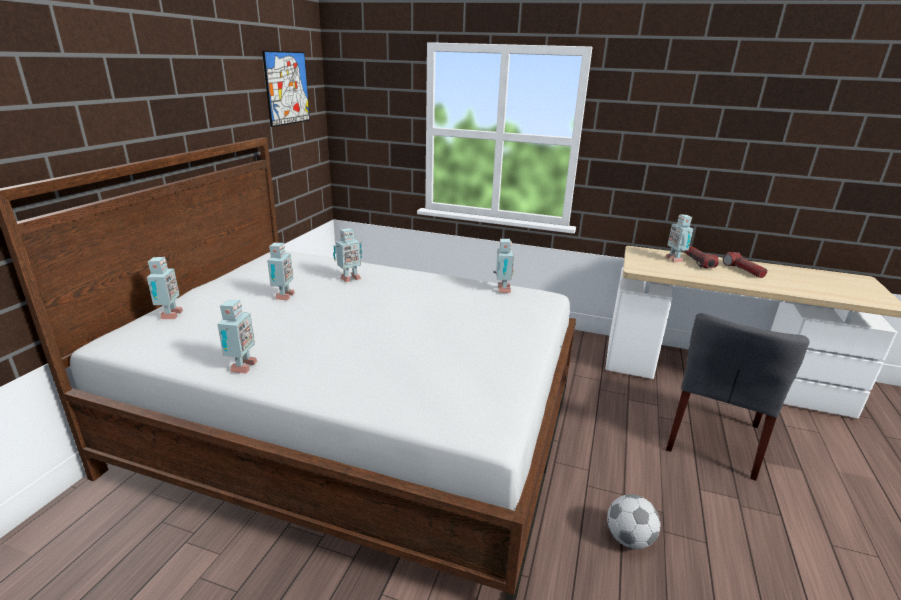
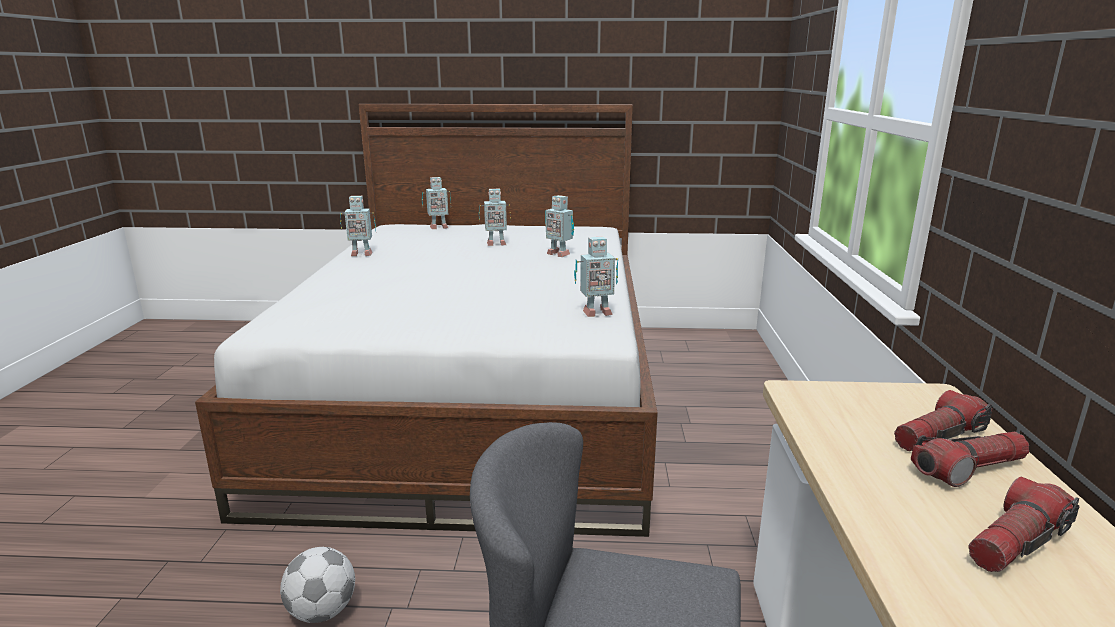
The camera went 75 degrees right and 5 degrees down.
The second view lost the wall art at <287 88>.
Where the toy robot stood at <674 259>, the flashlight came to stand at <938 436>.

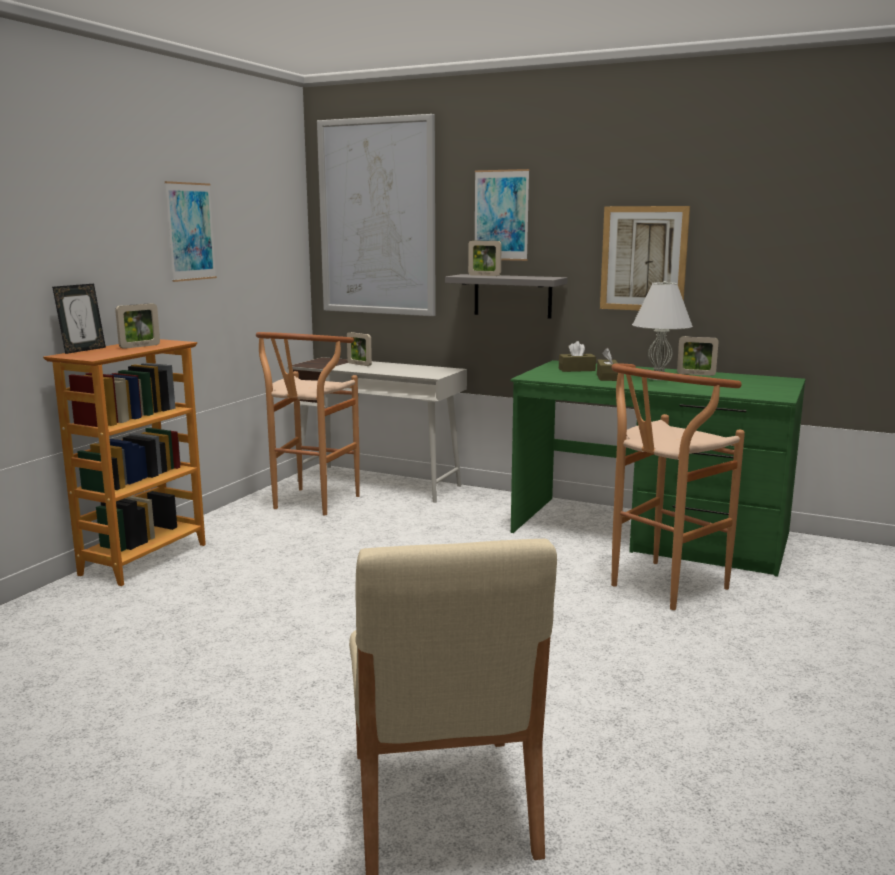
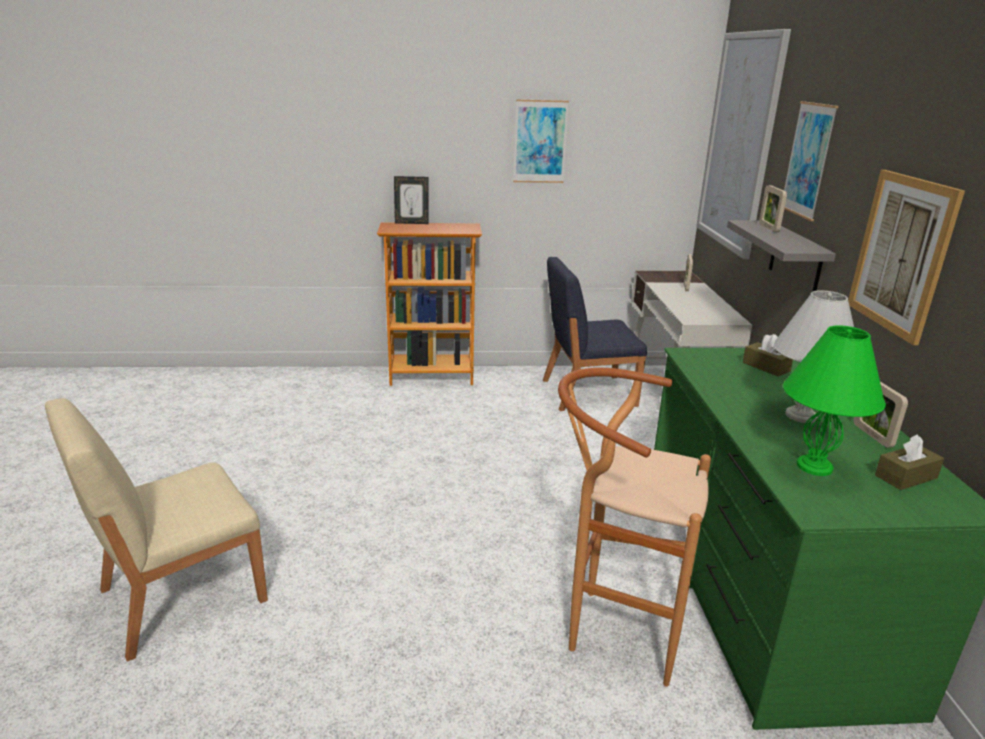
The camera went 60 degrees right and 10 degrees up.
The second view lost the standing frame at <140 346>.
Where the brown-coloured stool seat stood at <310 504>, the blue upright chair came to stand at <587 392>.
The brown-coloured tissue holder ended up elsewhere, having gone from <607 377> to <905 476>.
The second view gained the green-coloured lamp for a table at <813 466>.

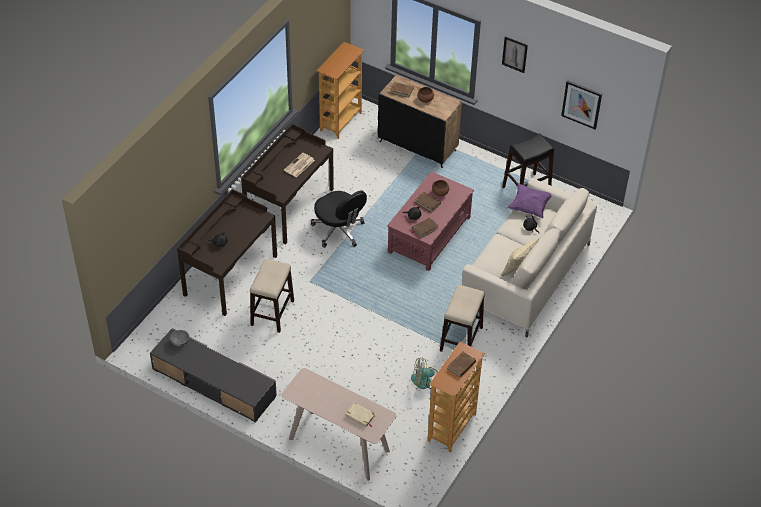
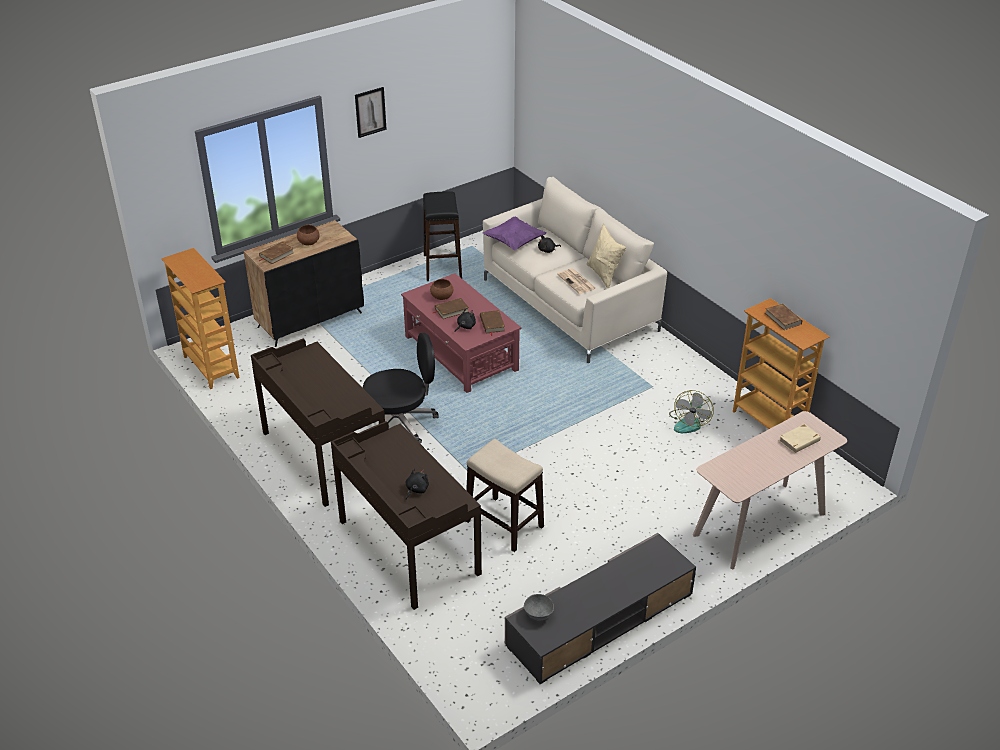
The camera went 65 degrees left and 10 degrees down.
The newspaper ended up elsewhere, having gone from <299 165> to <577 282>.
The second view lost the stool seat at <461 339>.
The second view lost the wall art at <581 104>.

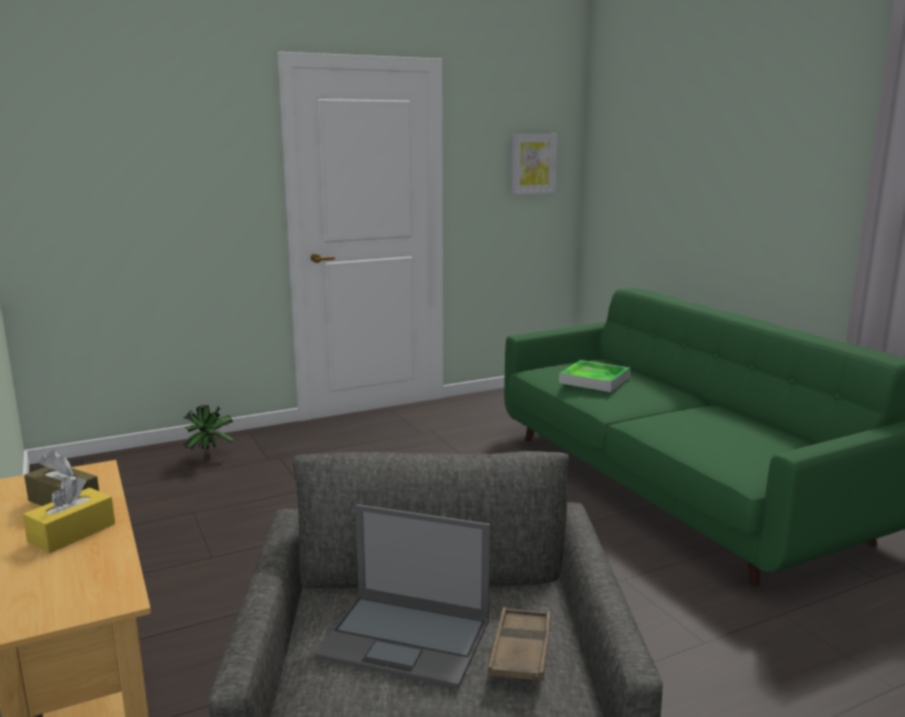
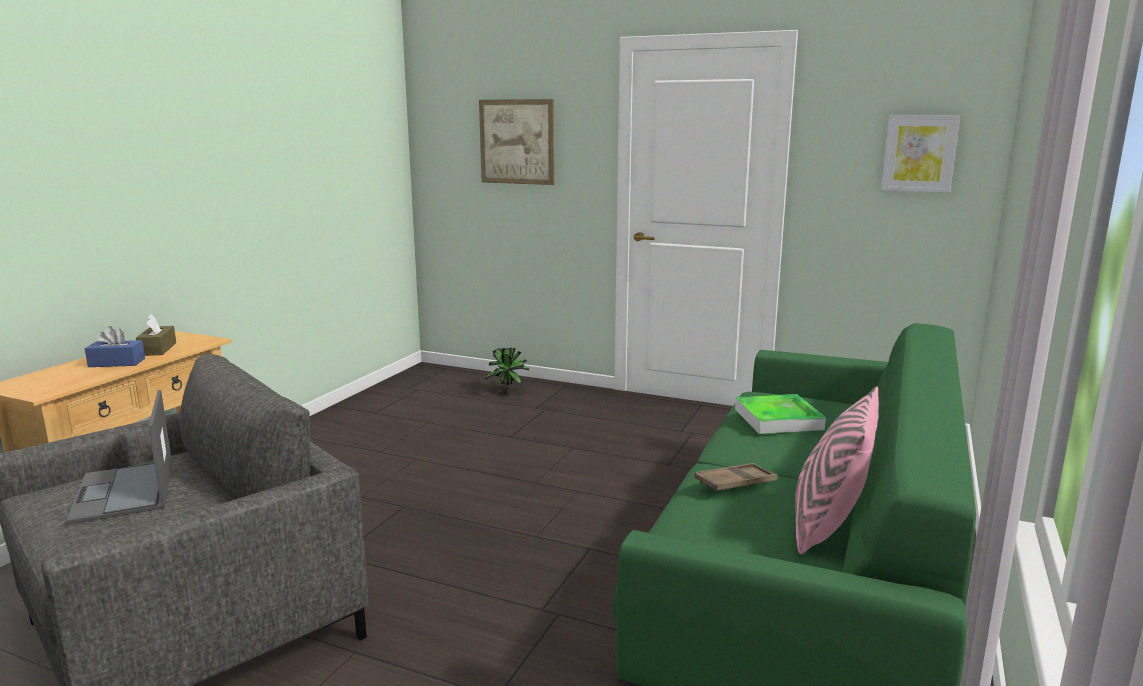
The camera went 50 degrees right and 0 degrees up.
What was the yellow-coloured tissue holder at <72 533> turned into the blue tissue holder at <117 363>.
The brown-coloured serving tray ended up elsewhere, having gone from <521 651> to <735 483>.
The second view gained the wall art at <517 142>.
The second view gained the pink-coloured throw pillow at <828 527>.

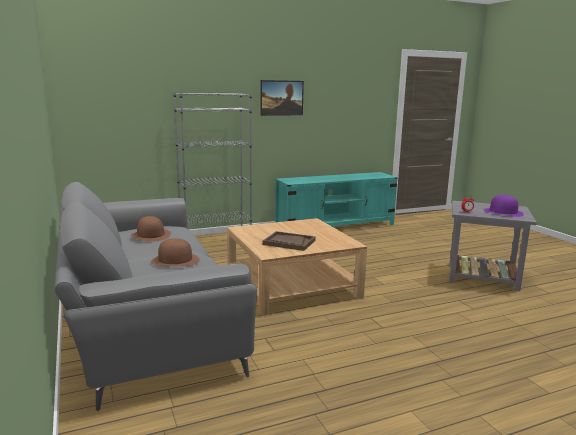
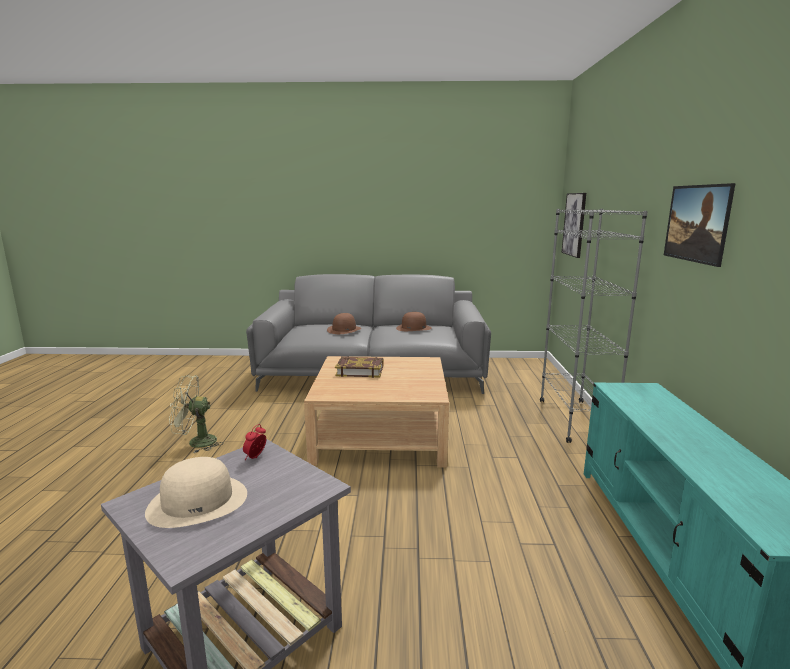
The camera went 115 degrees right and 0 degrees up.
Where the brown-coloured serving tray stood at <289 242>, the bound book came to stand at <360 370>.
What was the purplish clothing hat at <503 212> turned into the sand-coloured clothing hat at <198 501>.
The second view gained the green-coloured electric fan at <196 443>.
The second view gained the wall art at <574 224>.

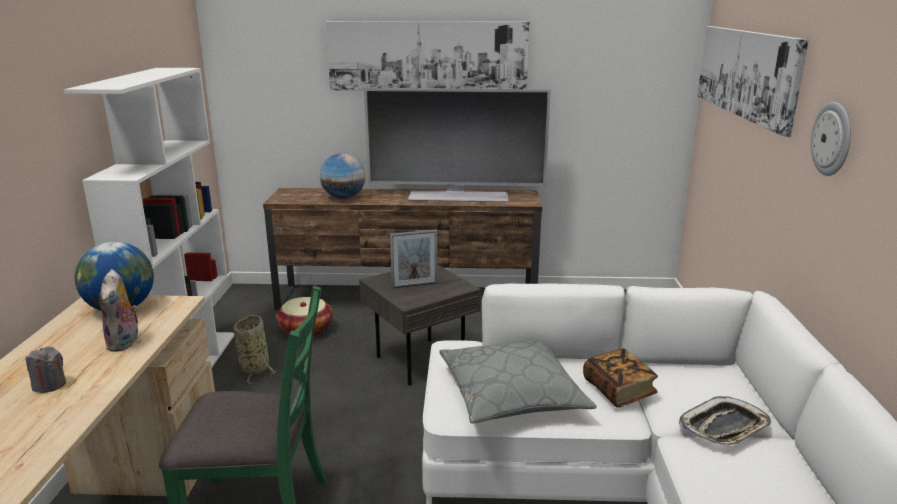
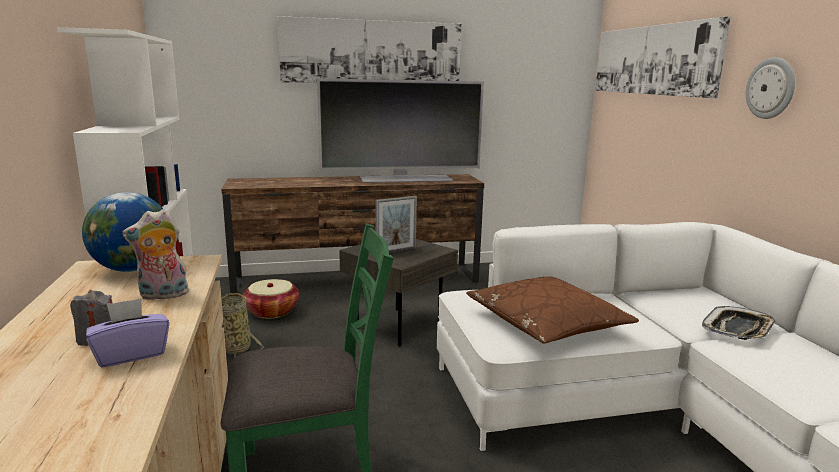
The camera went 15 degrees left and 5 degrees down.
The plush toy at <125 343> ended up facing another way, 90 degrees clockwise from before.
The second view lost the globe at <343 198>.
What was the greyish throw pillow at <511 394> turned into the brown-coloured throw pillow at <546 323>.
The second view lost the bound book at <618 390>.
The second view gained the purplish tissue holder at <131 354>.

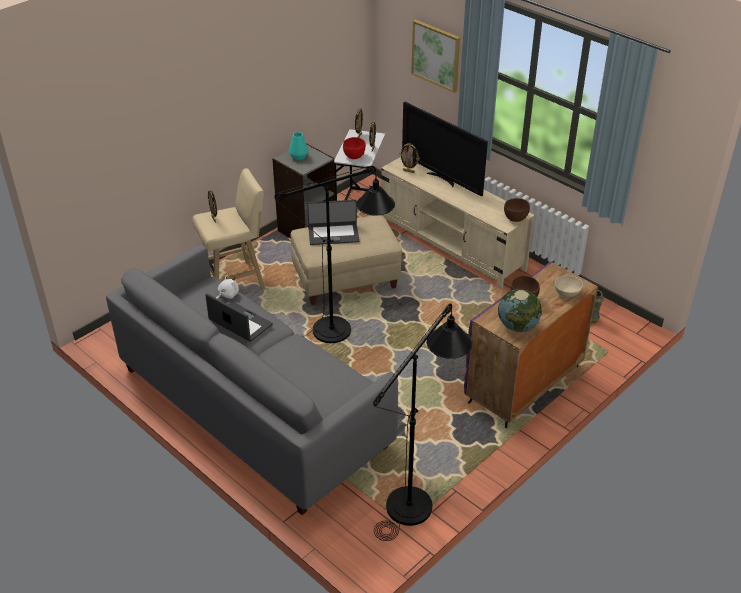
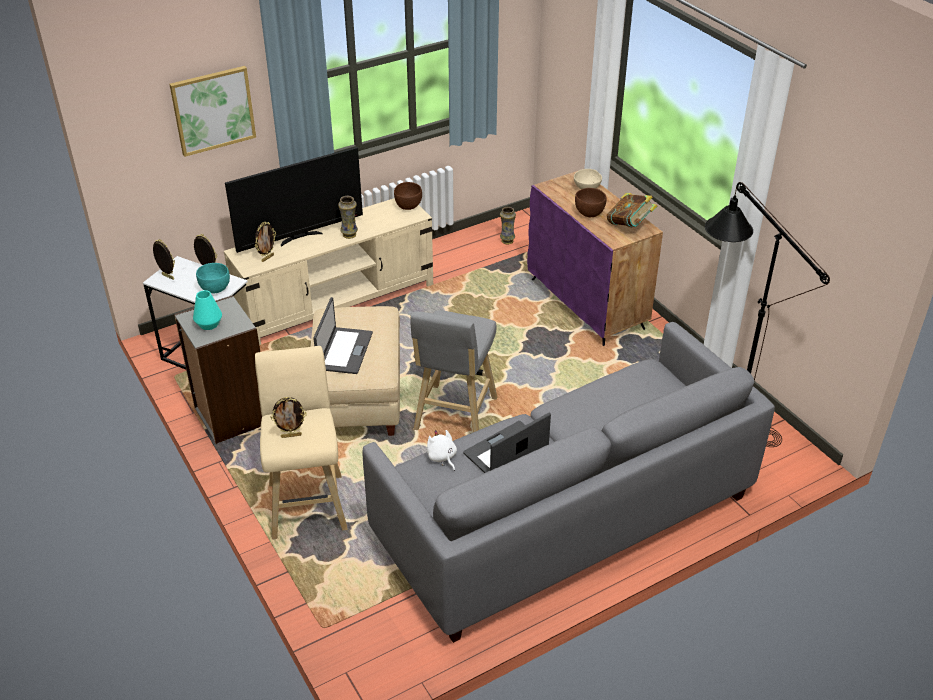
The camera went 75 degrees left and 0 degrees up.
Where the blackish standing lamp stood at <343 331>, the greyish stool seat came to stand at <454 416>.
What was the red bowl at <354 156> turned into the turquoise bowl at <215 289>.
Where the globe stood at <518 326>, the bound book came to stand at <629 225>.
The second view gained the decorative vase at <349 235>.

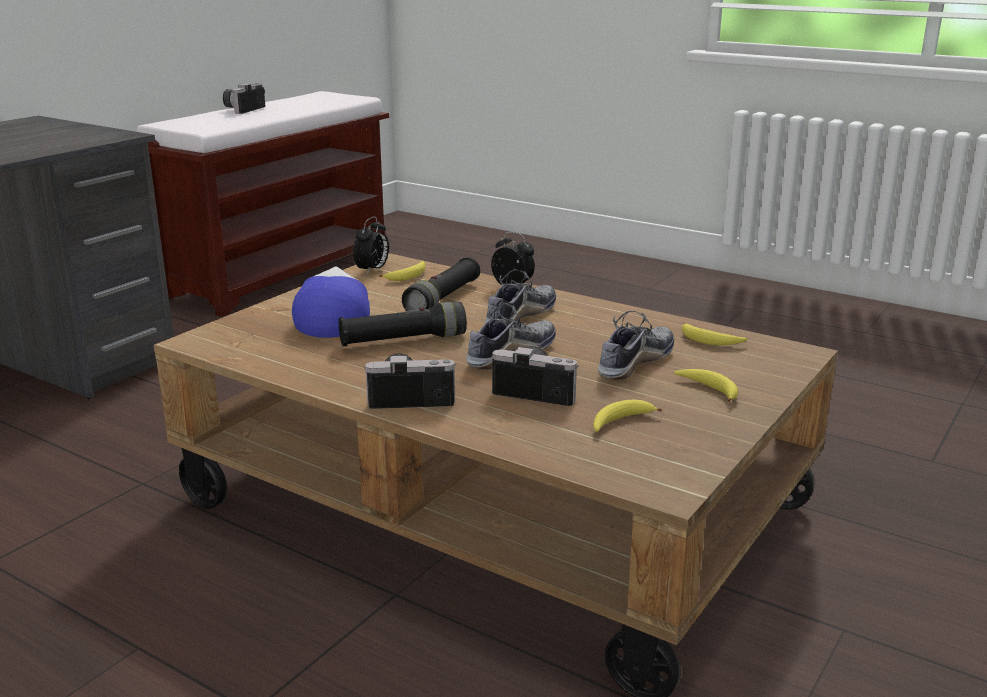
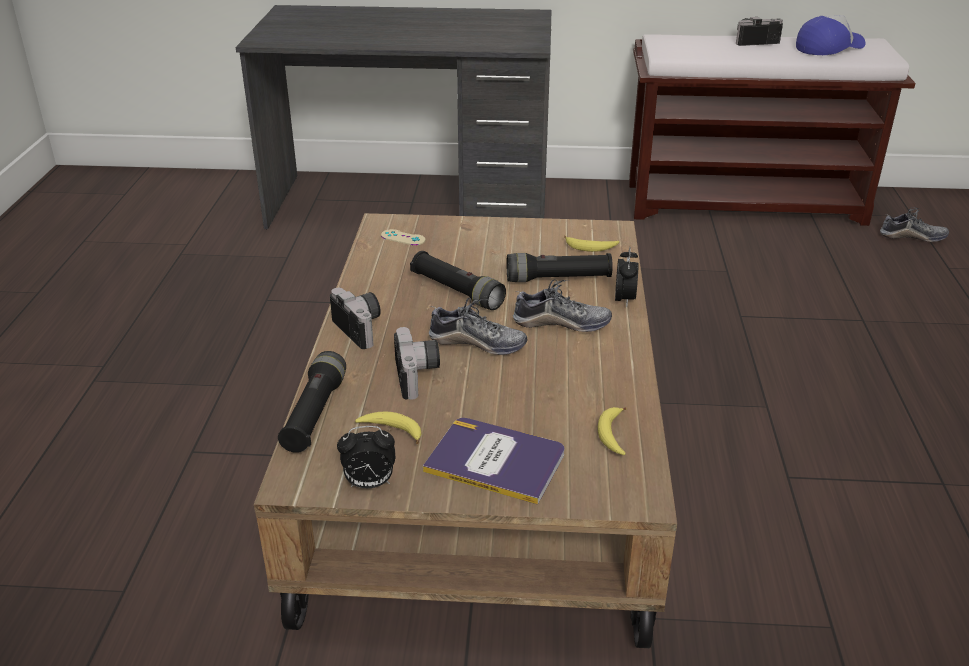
The camera went 60 degrees right and 10 degrees up.
The cap ended up elsewhere, having gone from <335 317> to <829 47>.
The bedside clock ended up elsewhere, having gone from <372 270> to <369 484>.
The shoe ended up elsewhere, having gone from <634 362> to <912 237>.
Where the whole banana stood at <709 390>, the bound book came to stand at <496 461>.
The second view gained the blackish flashlight at <314 414>.
The second view gained the sand-coloured gamepad at <403 238>.

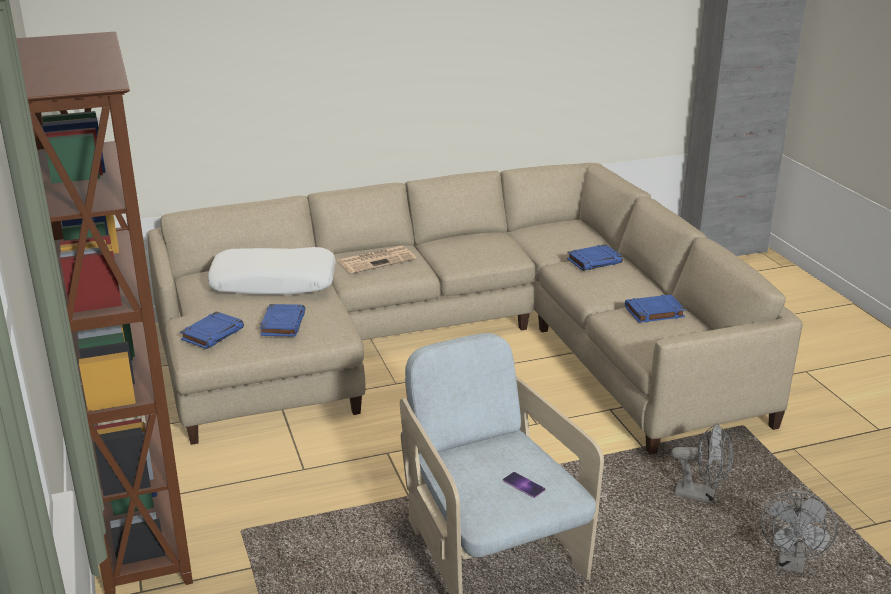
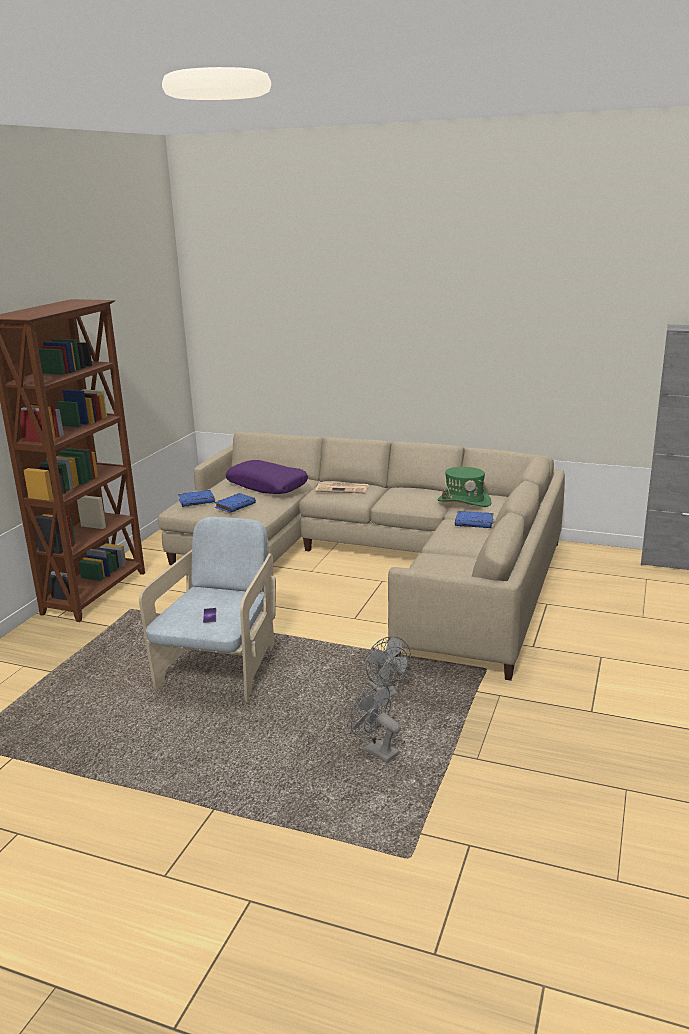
The camera went 40 degrees right and 5 degrees down.
What was the white-coloured throw pillow at <274 283> turned into the purplish throw pillow at <267 485>.
The second view lost the blue bound book at <653 312>.
The greyish electric fan at <791 563> ended up facing another way, 75 degrees clockwise from before.
The second view gained the green-coloured clothing hat at <464 502>.

